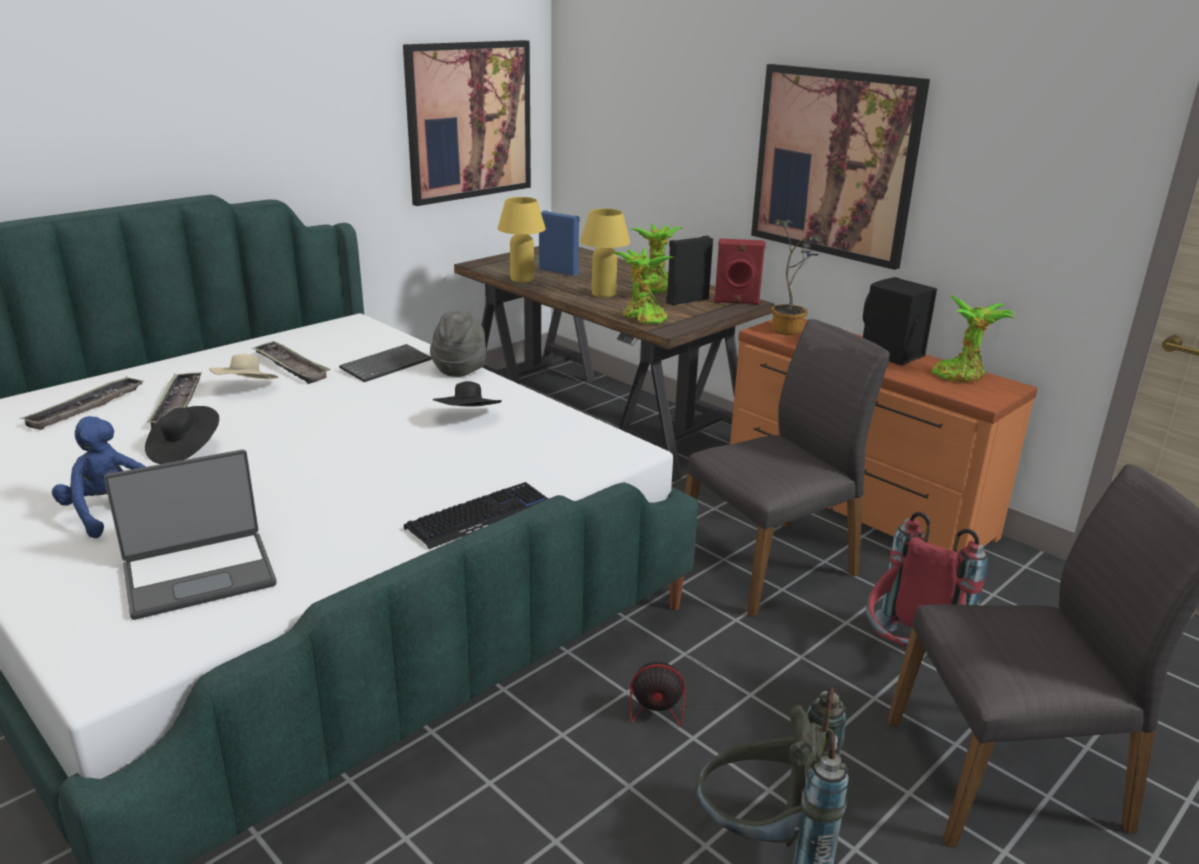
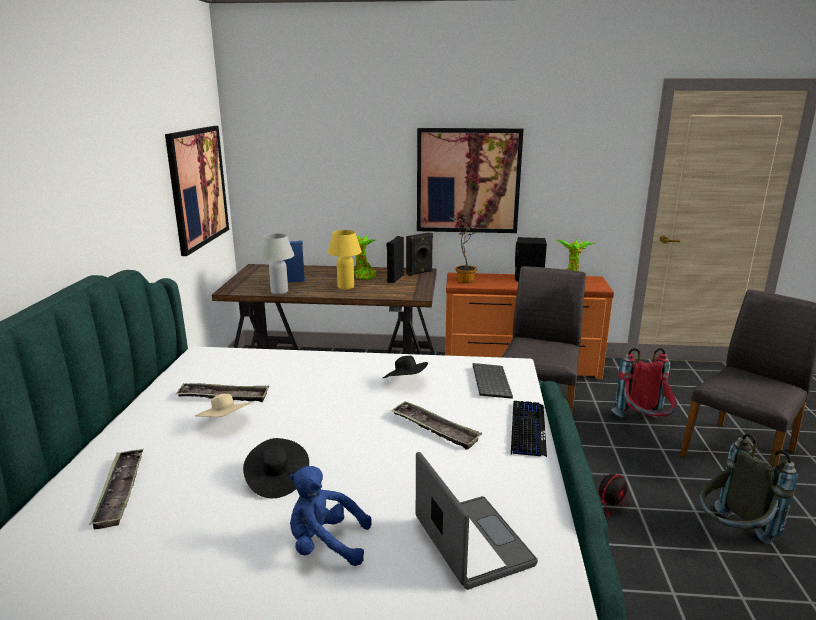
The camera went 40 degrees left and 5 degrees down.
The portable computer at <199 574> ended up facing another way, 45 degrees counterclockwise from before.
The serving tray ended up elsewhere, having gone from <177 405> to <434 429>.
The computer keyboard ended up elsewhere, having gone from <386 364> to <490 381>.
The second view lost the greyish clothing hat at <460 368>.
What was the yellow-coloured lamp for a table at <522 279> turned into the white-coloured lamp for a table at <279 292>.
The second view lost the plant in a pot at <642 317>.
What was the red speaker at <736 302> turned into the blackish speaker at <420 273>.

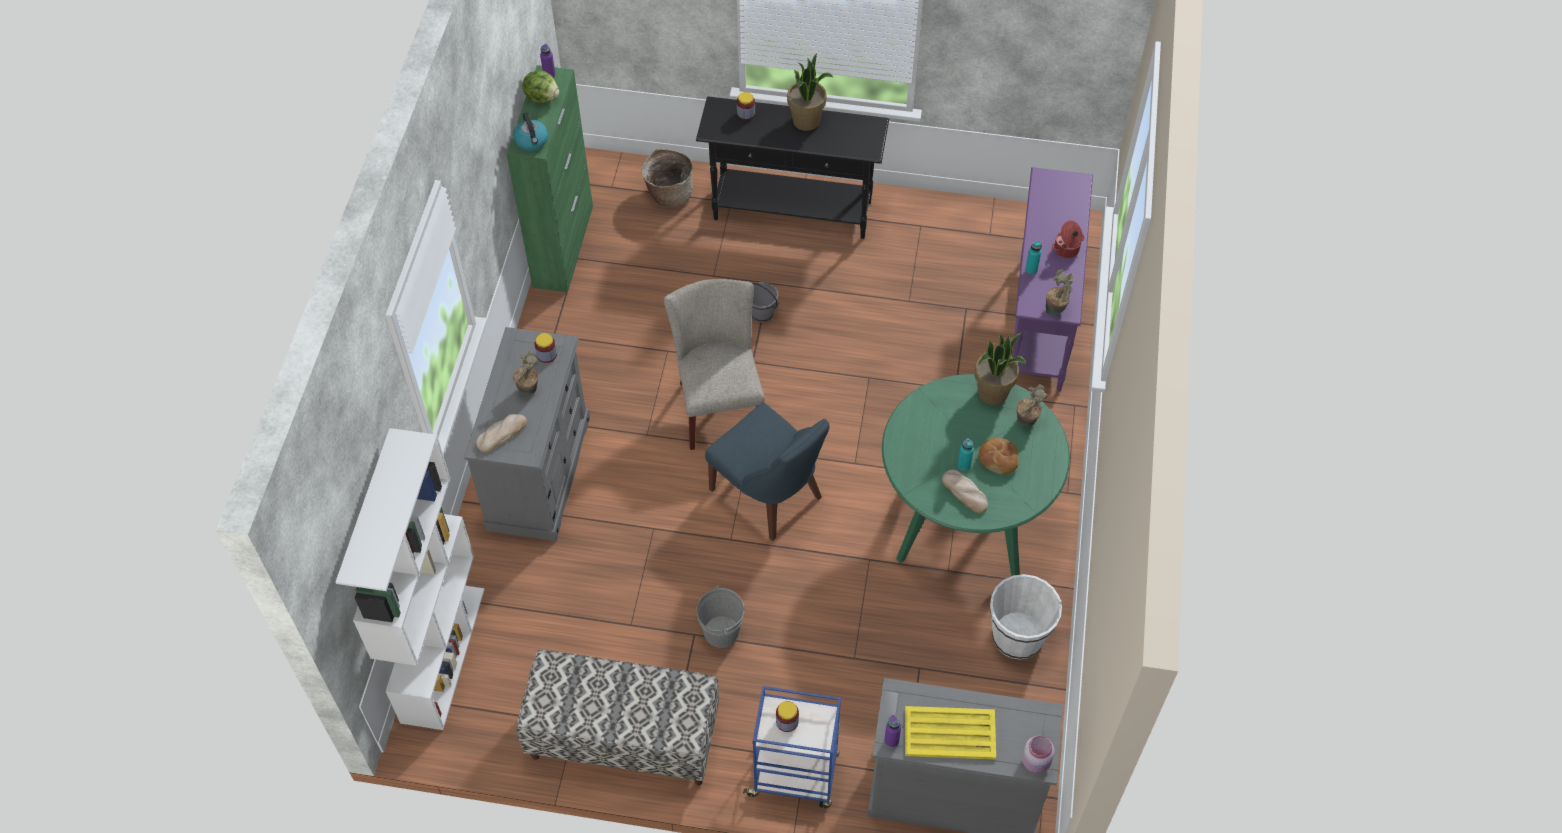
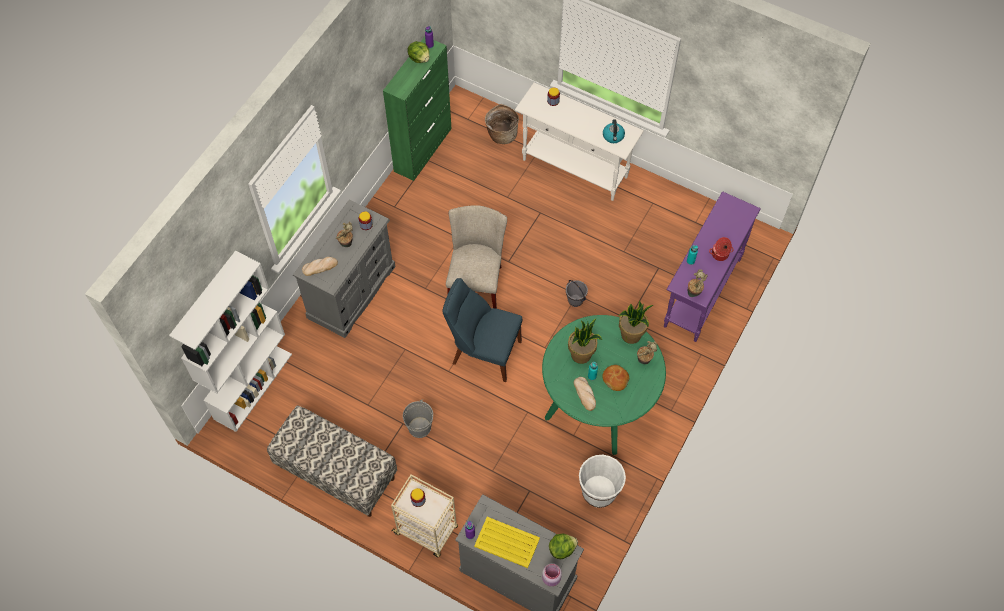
The camera went 20 degrees right and 5 degrees up.
The kettle ended up elsewhere, having gone from <532 141> to <613 136>.
What was the blackish console table at <793 211> turned into the white-coloured console table at <575 169>.
The blue upright chair at <769 496> ended up facing another way, 135 degrees clockwise from before.
What was the blue trolley at <794 775> turned into the sand-coloured trolley at <427 530>.
The greyish bucket ended up elsewhere, having gone from <762 314> to <575 300>.
The plant in a pot ended up elsewhere, having gone from <807 121> to <581 355>.
The second view gained the lettuce at <561 549>.

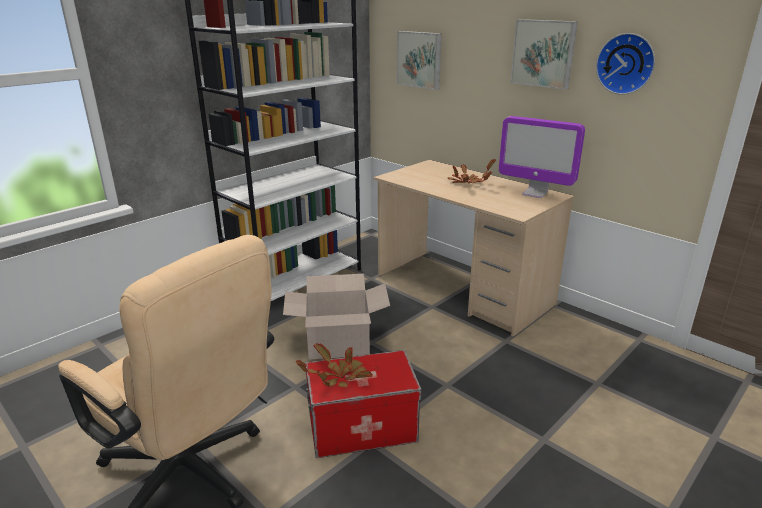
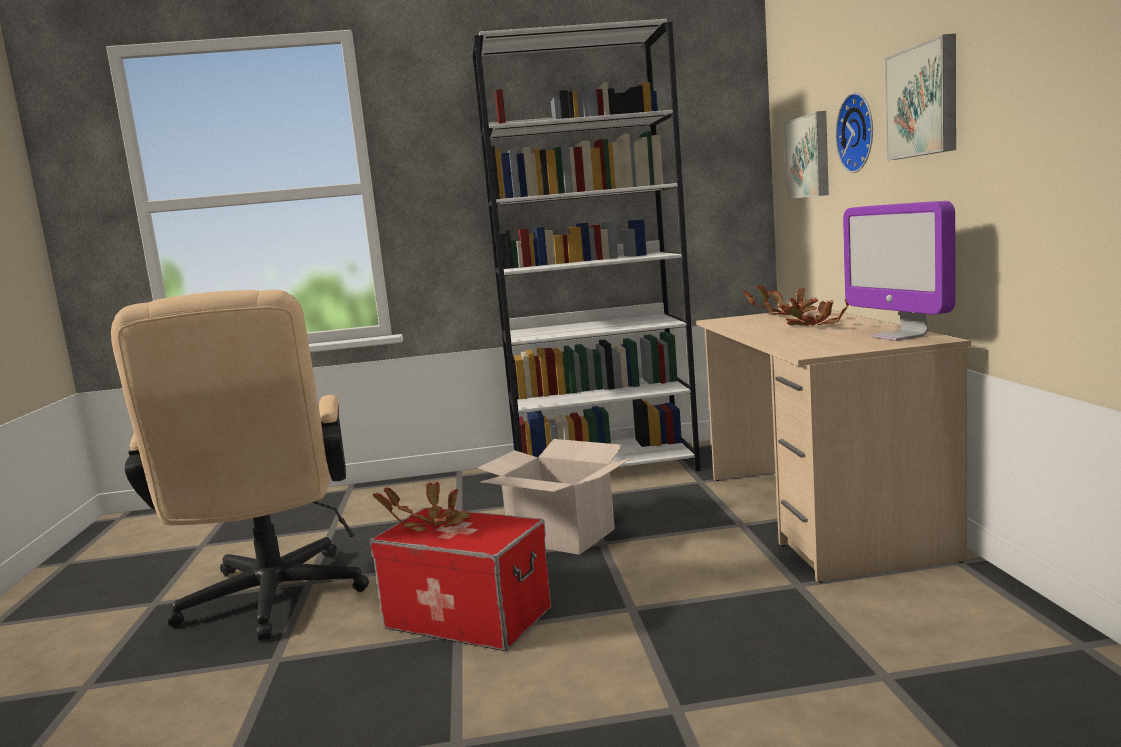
The camera went 40 degrees right and 15 degrees down.
The wall clock ended up elsewhere, having gone from <626 63> to <859 132>.
The second view gained the plant in a pot at <786 315>.

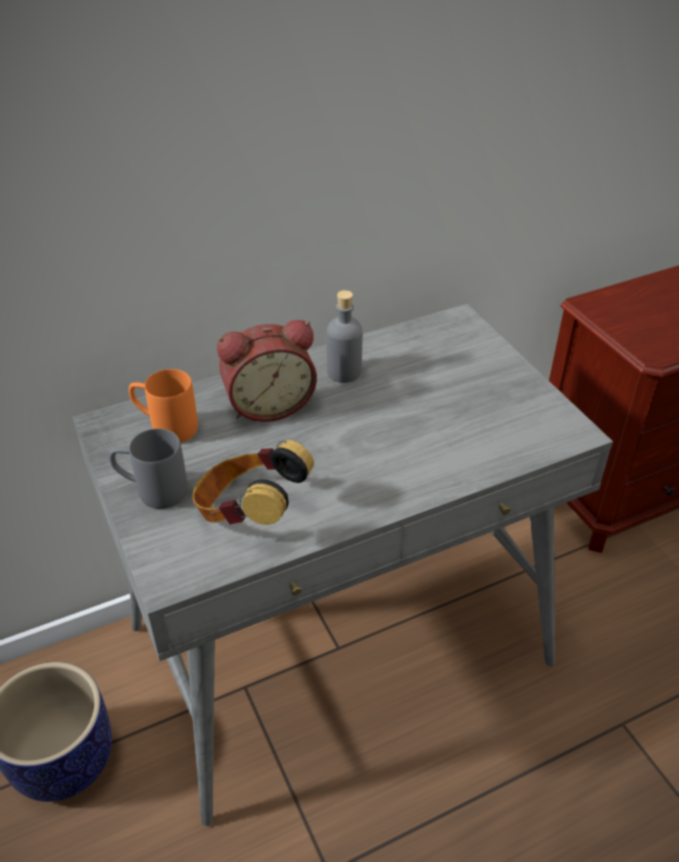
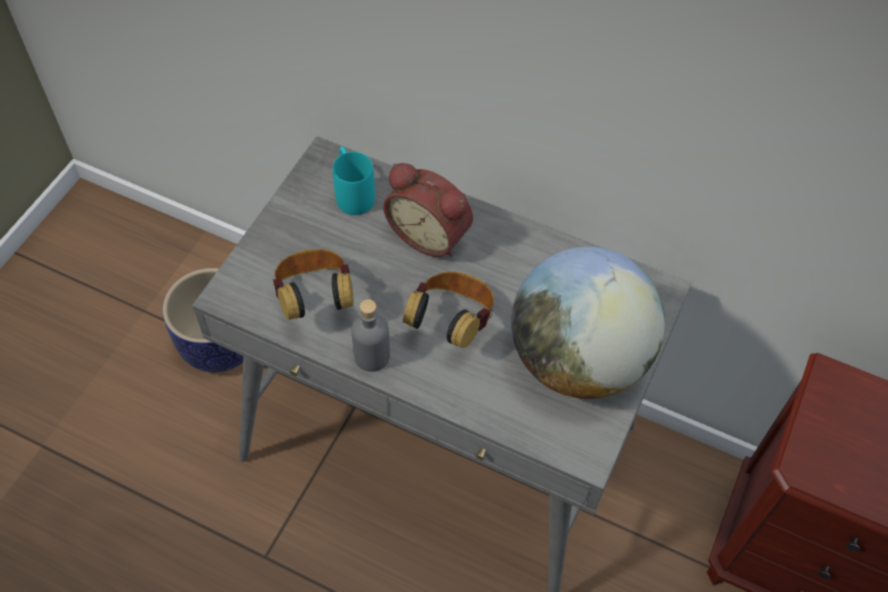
The camera went 50 degrees right and 15 degrees up.
The second view lost the greyish tea mug at <152 491>.
What was the orange tea mug at <165 427> turned into the turquoise tea mug at <352 193>.
The greyish beverage bottle ended up elsewhere, having gone from <344 372> to <372 356>.
The second view gained the pair of headphones at <451 322>.
The second view gained the globe at <578 359>.

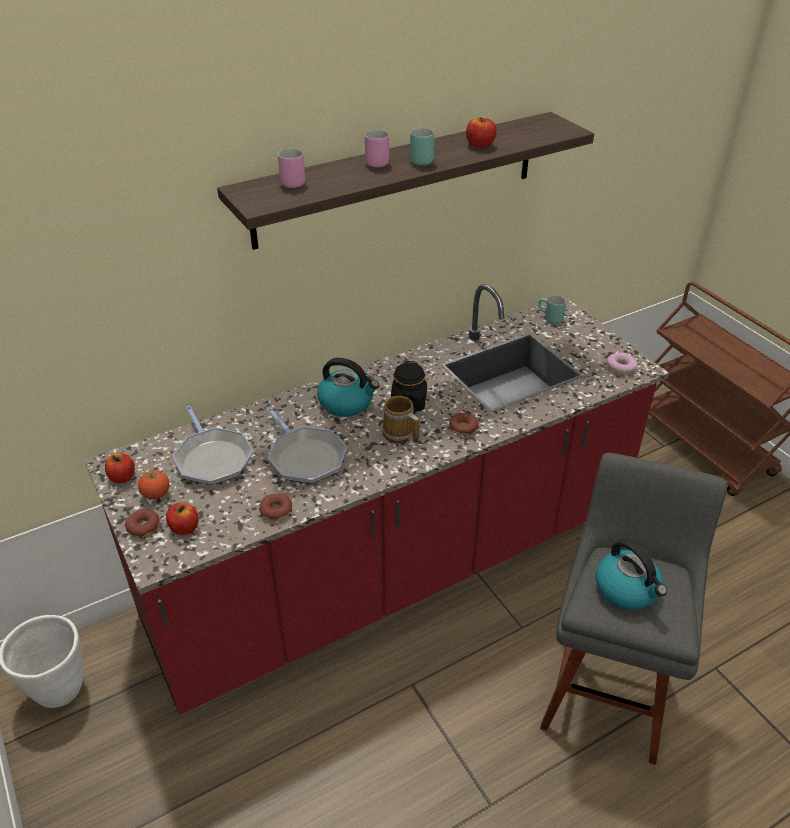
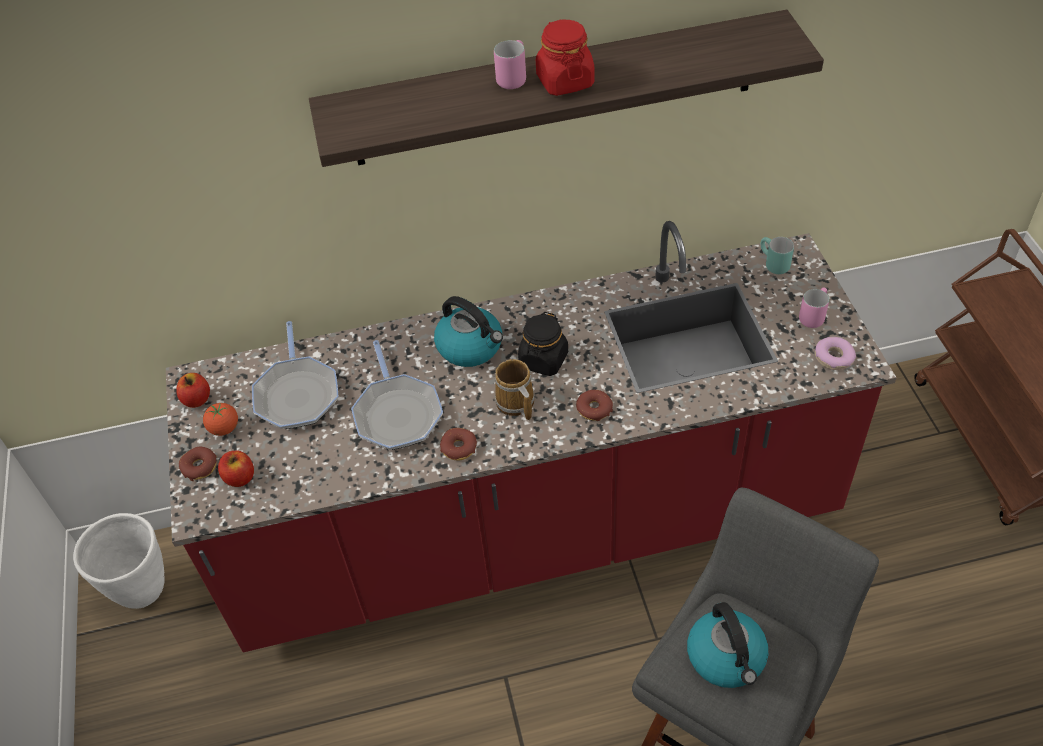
The camera went 20 degrees right and 10 degrees up.
The donut ended up elsewhere, having gone from <276 511> to <459 448>.
The pink-coloured tea mug ended up elsewhere, having gone from <293 181> to <812 315>.
Where the turquoise tea mug stood at <418 159>, the red preserve jar came to stand at <564 81>.
The second view lost the apple at <480 145>.

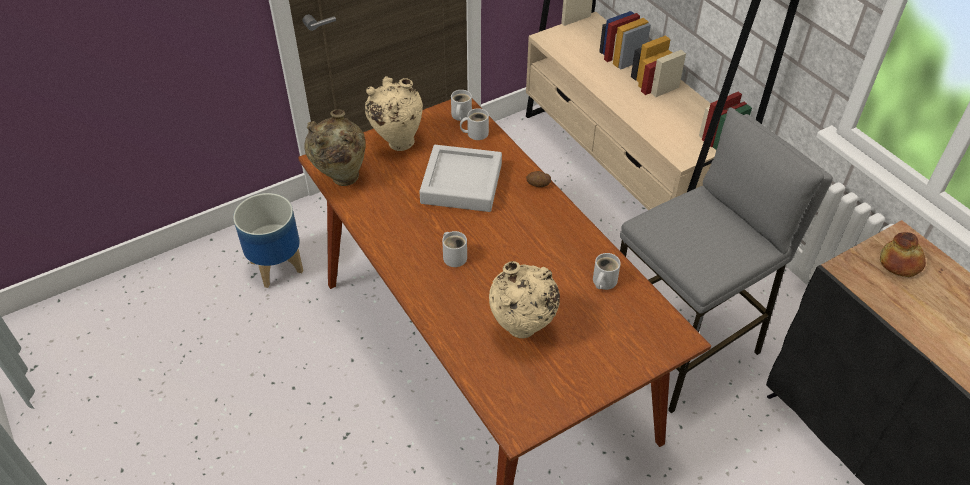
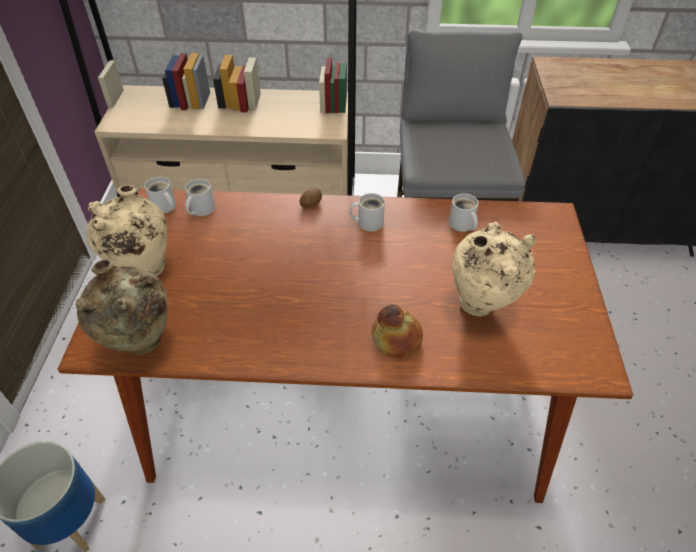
The camera went 55 degrees left and 0 degrees up.
The second view lost the greyish serving tray at <461 184>.
The white-coloured tea mug ended up elsewhere, having gone from <454 256> to <368 222>.
The bread ended up elsewhere, having gone from <900 263> to <397 337>.

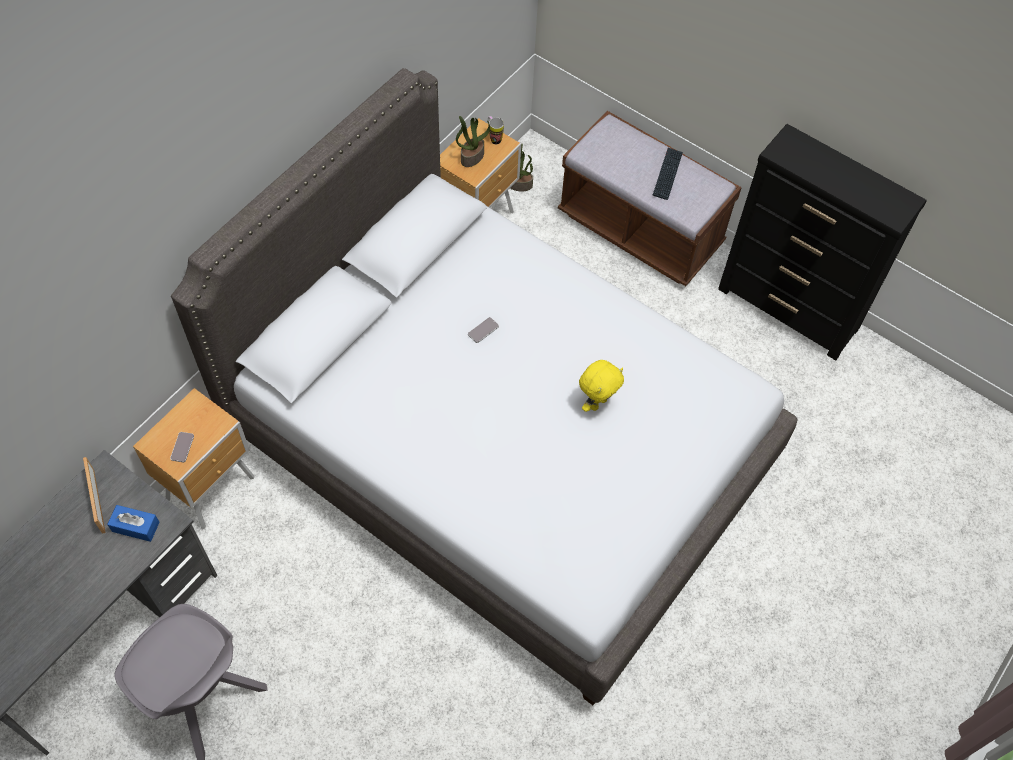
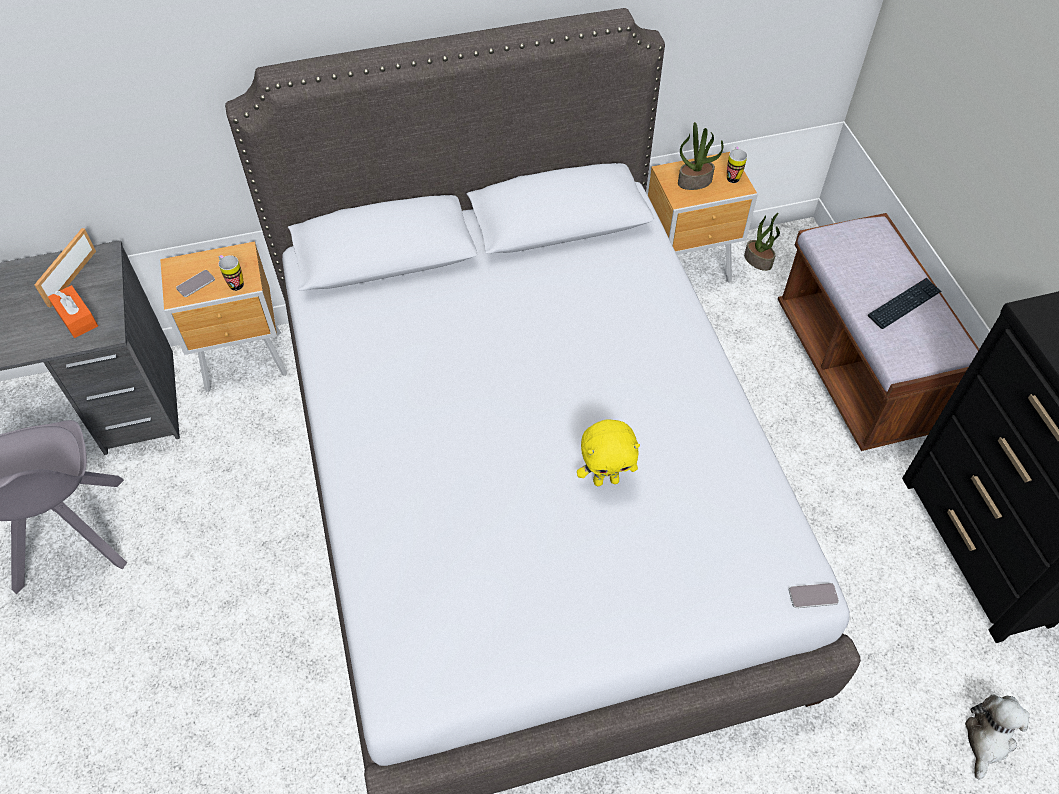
The camera went 40 degrees right and 5 degrees down.
What was the blue tissue holder at <135 527> turned into the orange tissue holder at <77 318>.
The telephone ended up elsewhere, having gone from <483 330> to <813 596>.
The second view gained the tea mug at <234 282>.
The second view gained the plush toy at <987 739>.

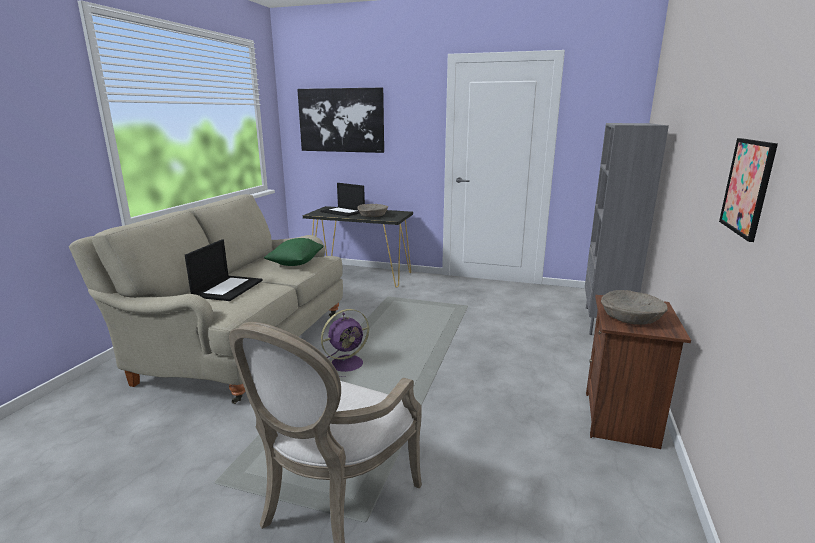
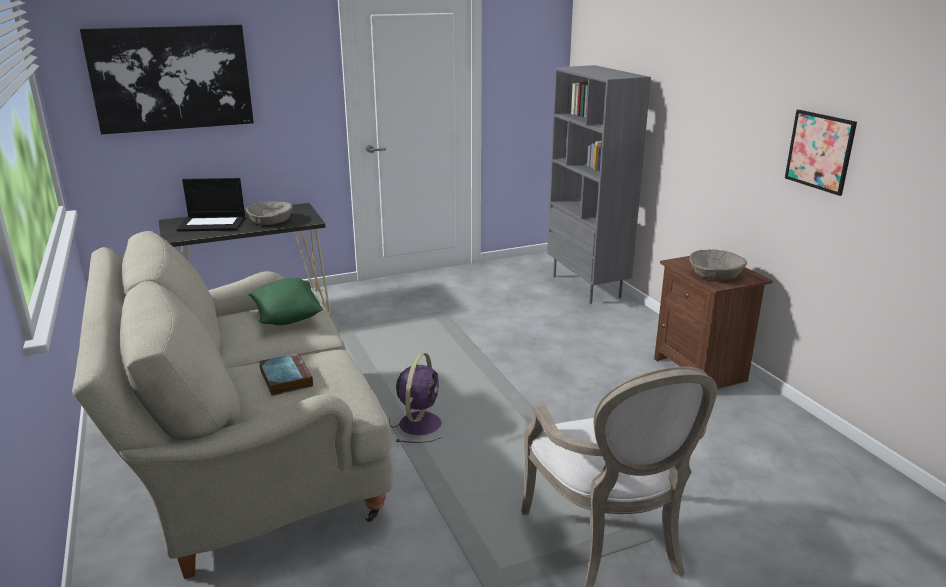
The camera went 40 degrees left and 5 degrees up.
Where the portable computer stood at <228 288>, the bound book came to stand at <285 378>.

